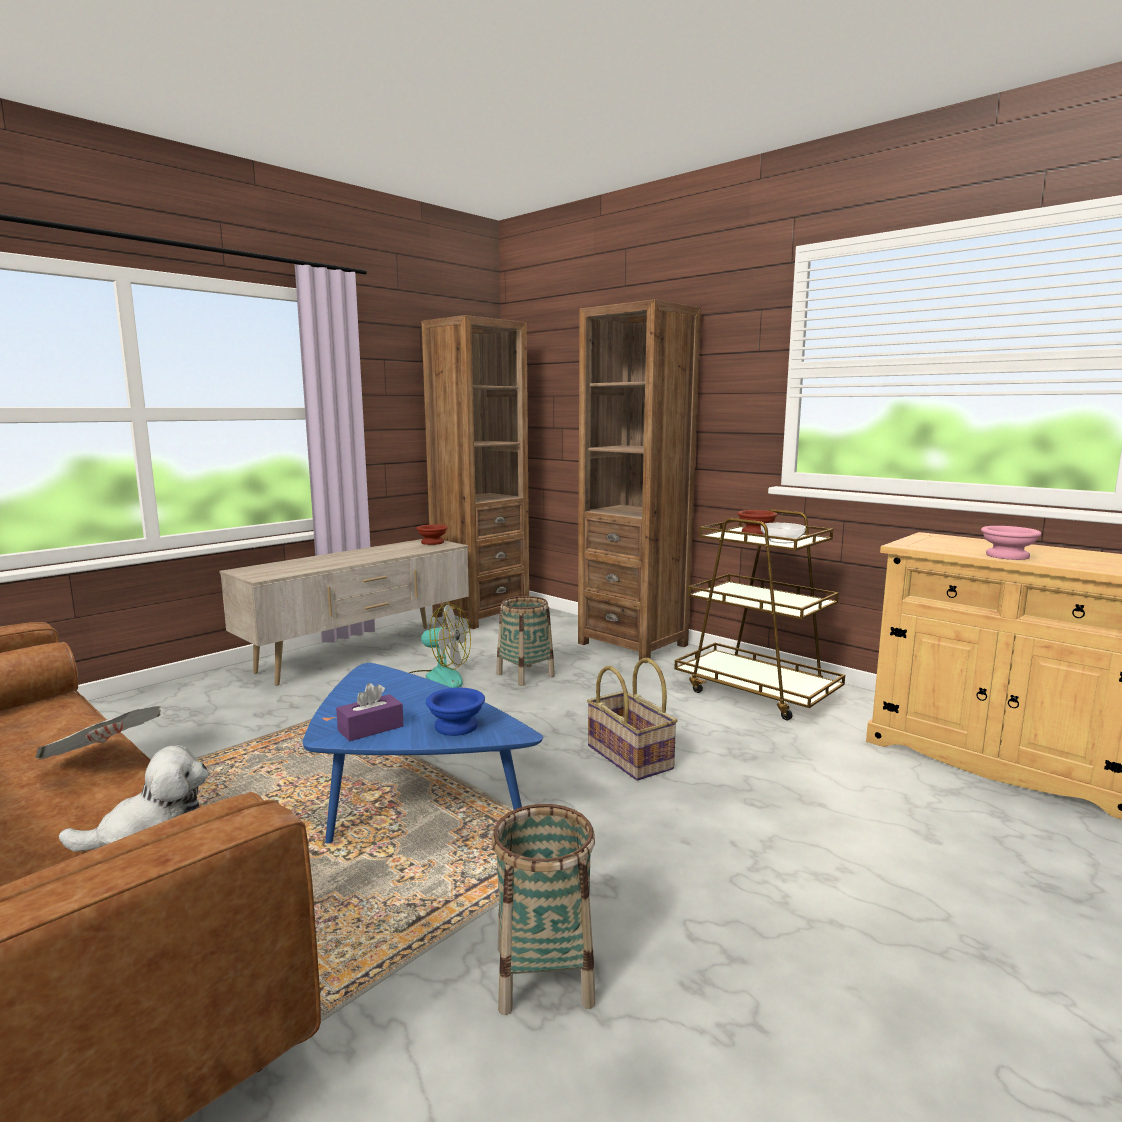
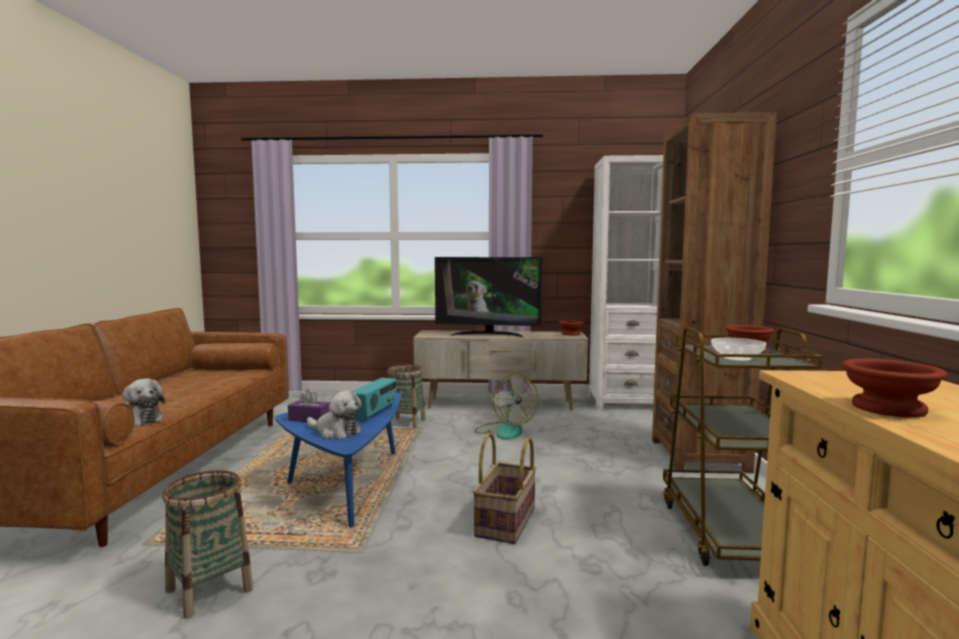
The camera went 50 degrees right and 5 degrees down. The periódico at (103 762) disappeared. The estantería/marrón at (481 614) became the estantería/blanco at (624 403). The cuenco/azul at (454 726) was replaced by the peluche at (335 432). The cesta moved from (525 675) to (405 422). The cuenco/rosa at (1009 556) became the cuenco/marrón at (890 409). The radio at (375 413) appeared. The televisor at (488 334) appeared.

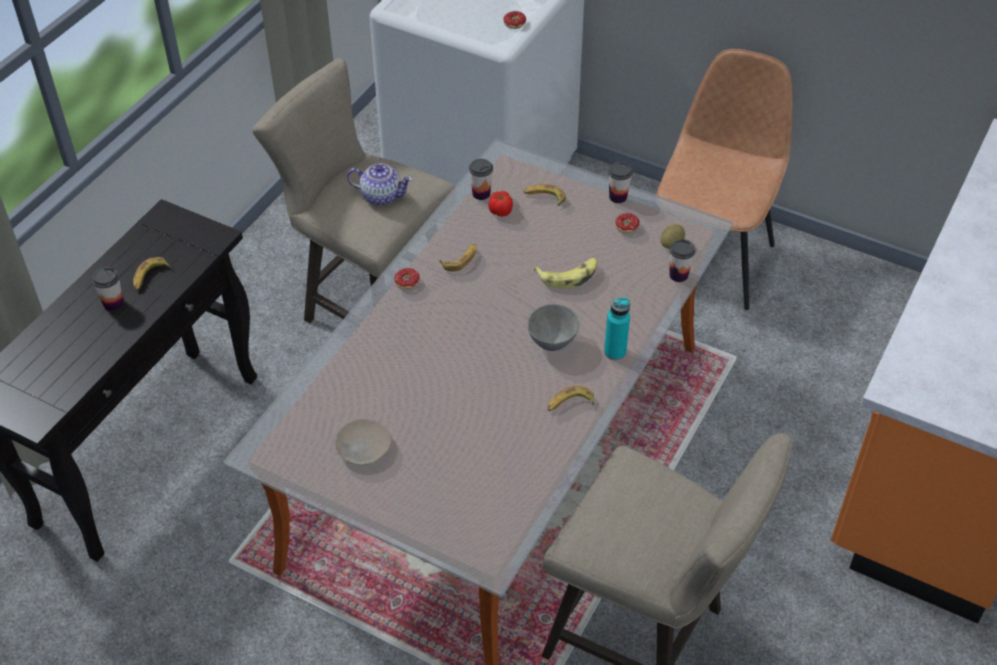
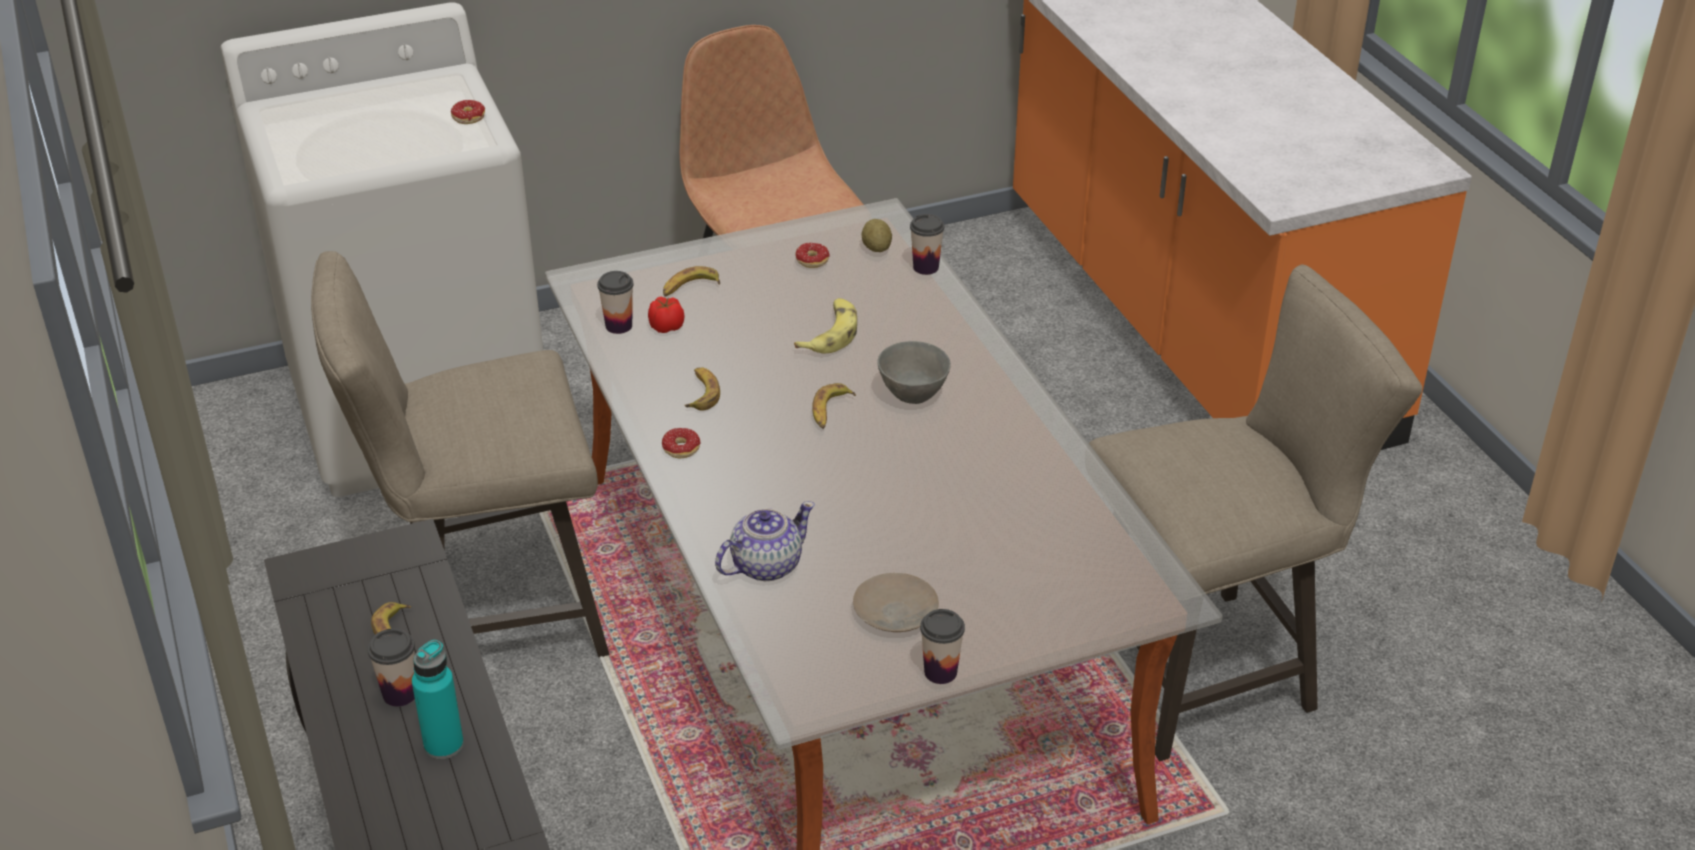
The camera went 50 degrees left and 10 degrees down. The tetera moved from (381 196) to (765 565). The plátano moved from (569 404) to (830 411). The botella/turquesa moved from (615 352) to (444 745). The taza moved from (618 197) to (940 672).

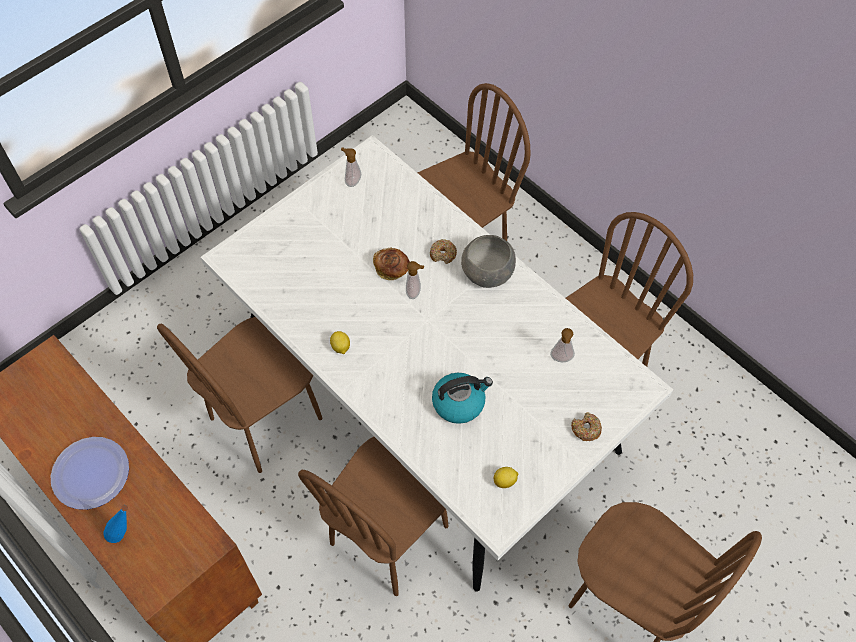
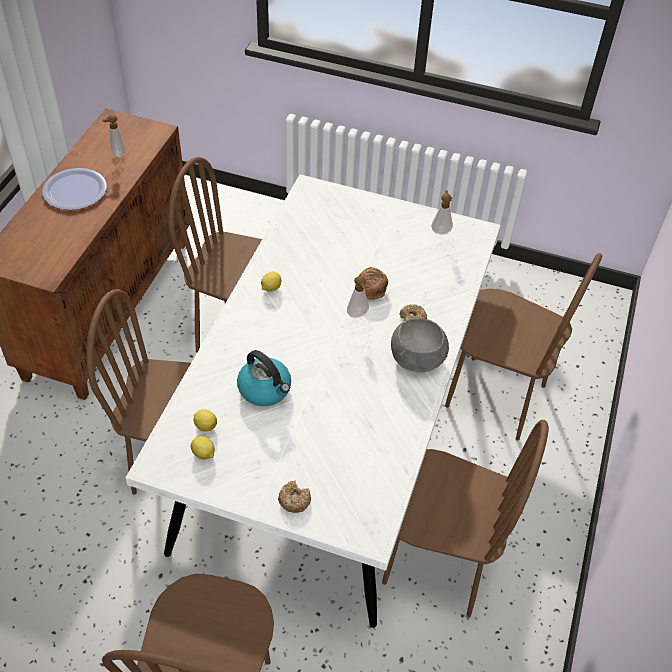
The camera went 60 degrees right and 10 degrees down. The botella/azul at (126 535) disappeared. The dispensador de jabón moved from (561 360) to (117 154). The limón at (205 425) appeared.

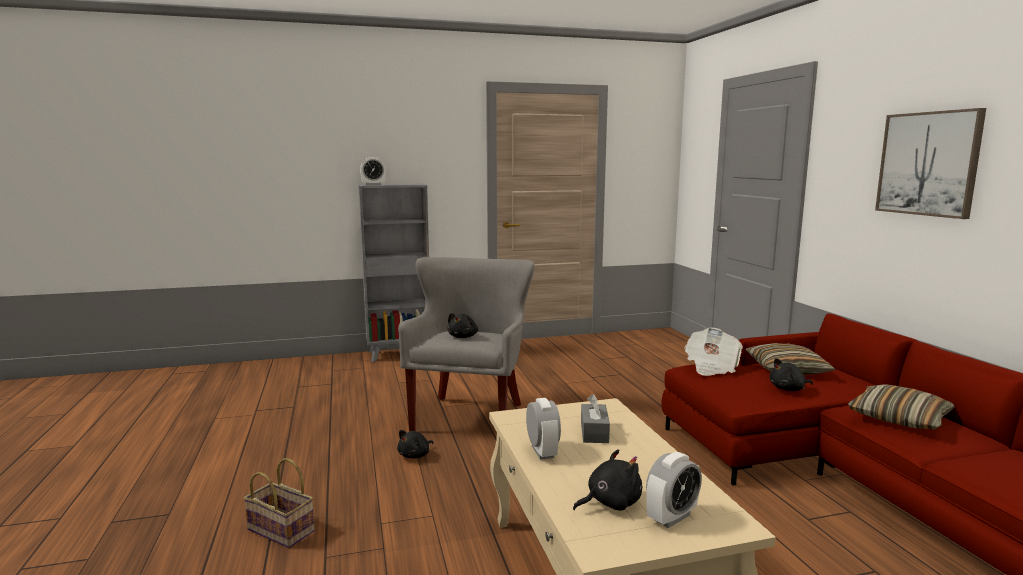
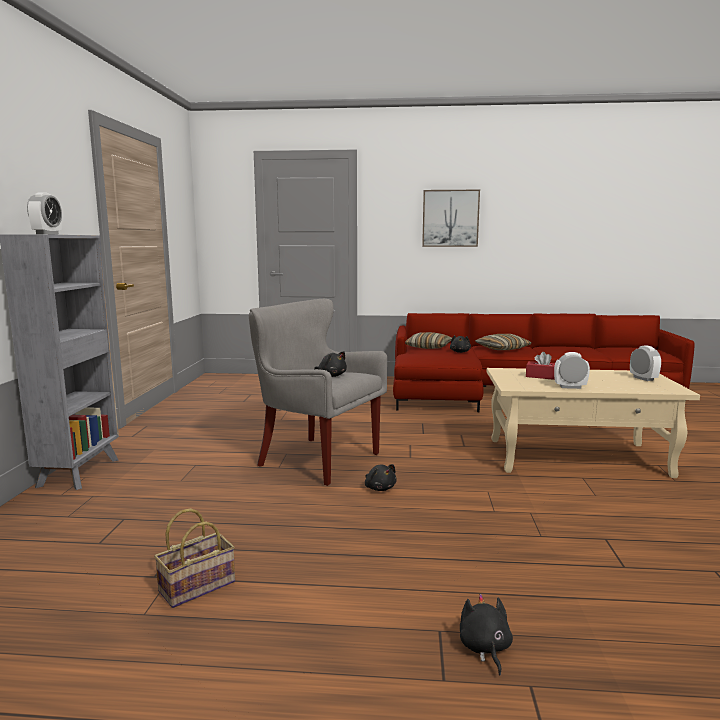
The camera went 70 degrees left and 0 degrees up. The cesta moved from (283 530) to (198 585). The peluche/negro moved from (610 503) to (485 648). The caja de pañuelos/gris at (594 432) became the caja de pañuelos/rojo at (542 376). The periódico at (711 367) disappeared.

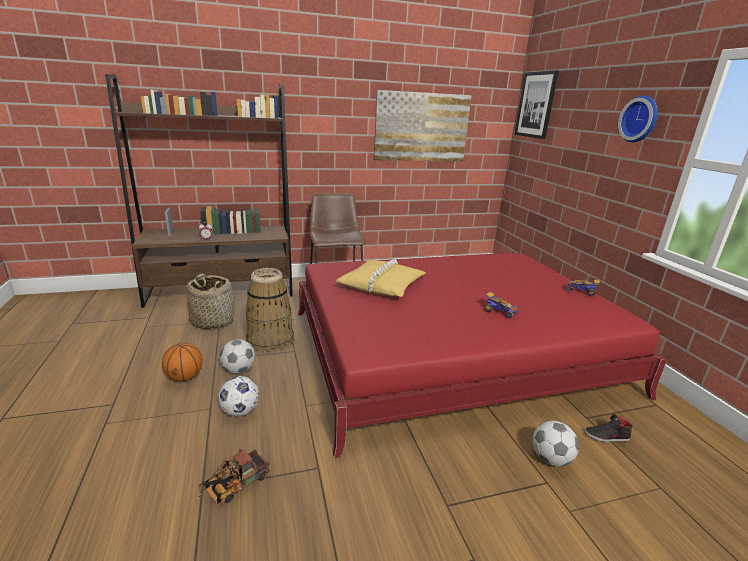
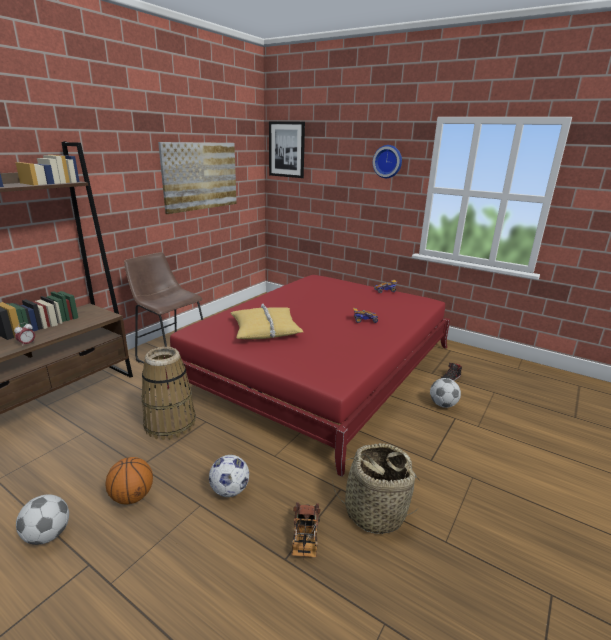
The camera went 40 degrees left and 0 degrees up. The cesta moved from (212 321) to (374 511). The balón de fútbol moved from (238 370) to (47 535).

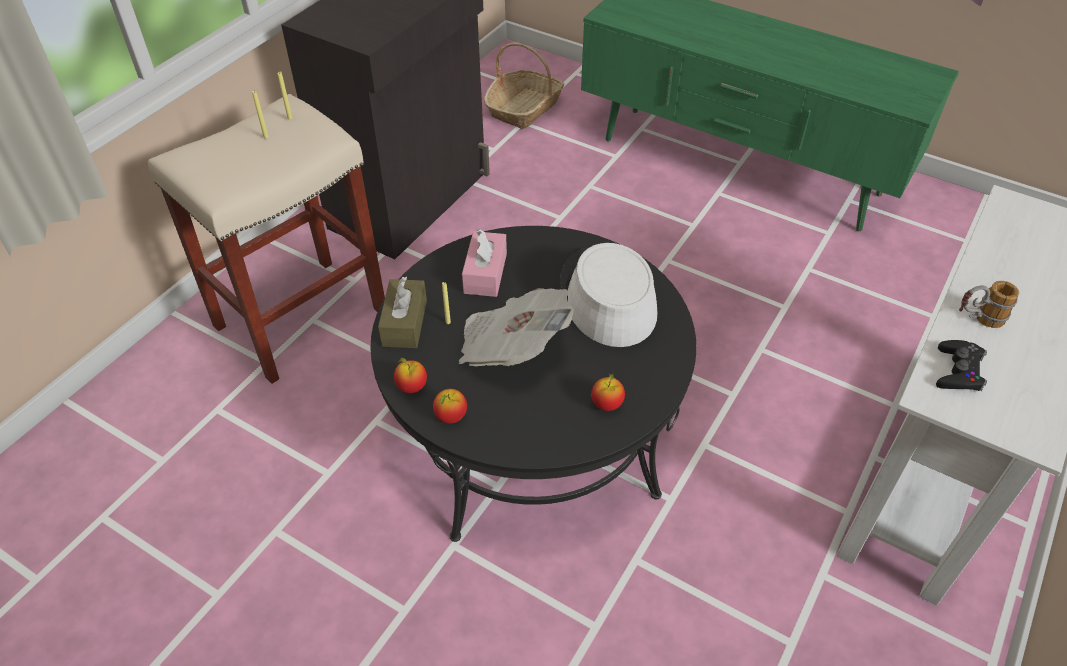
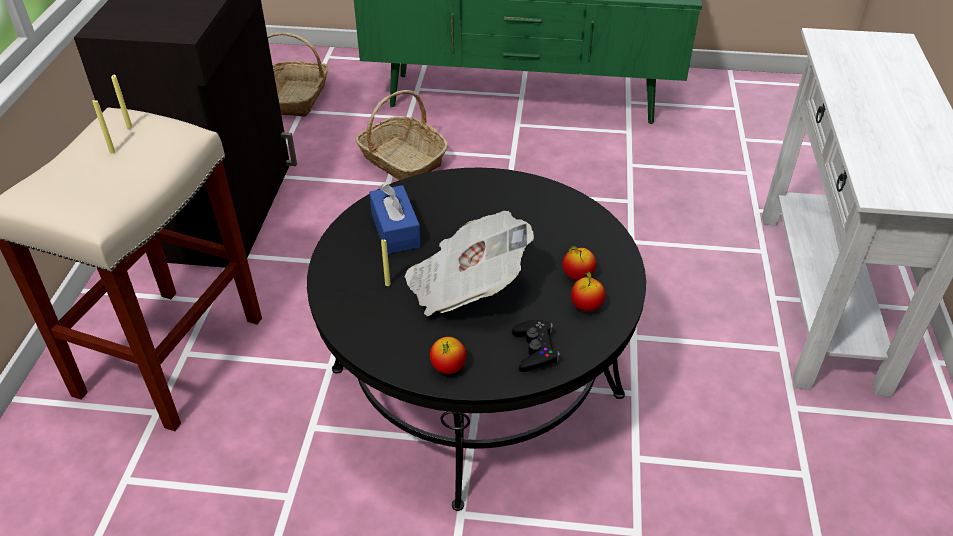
The camera went 25 degrees left and 5 degrees down. The caja de pañuelos/marrón at (404 323) disappeared. The manzana moved from (411 387) to (577 276). The caja de pañuelos/rosa at (485 273) became the caja de pañuelos/azul at (395 230). The sombrero/blanco at (606 298) disappeared. The mando de consola/negro moved from (958 371) to (535 350). The taza grande at (977 320) disappeared. The cesta at (401 160) appeared.

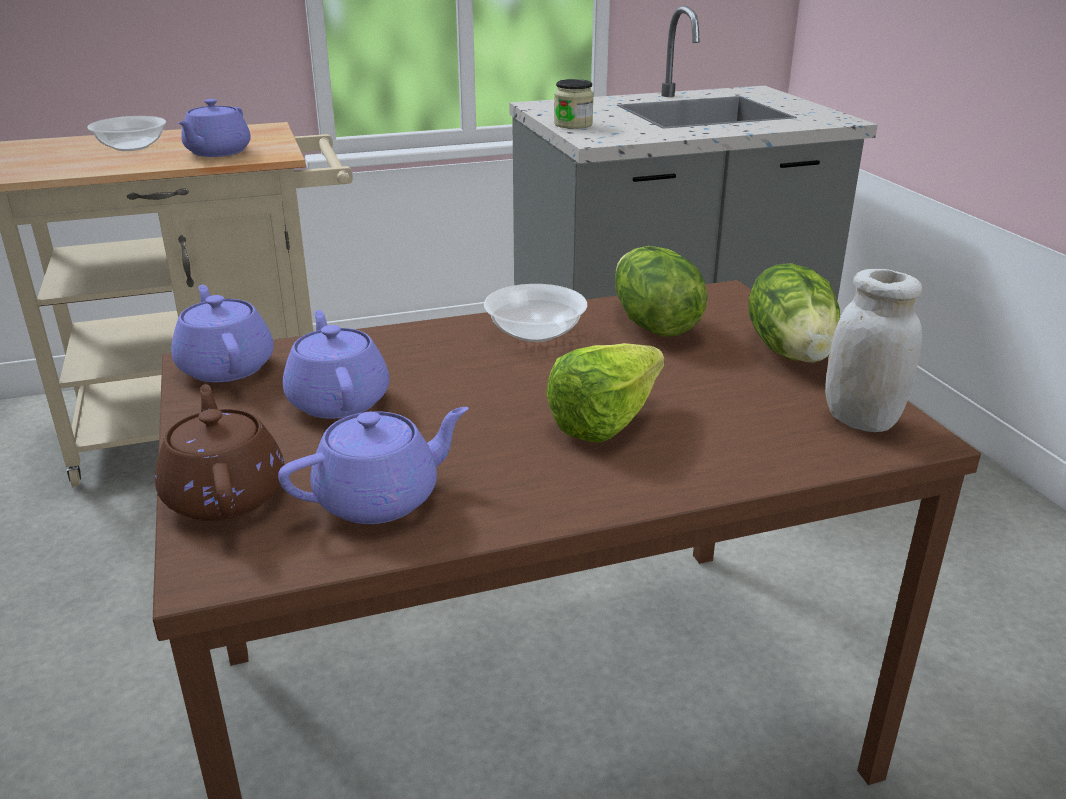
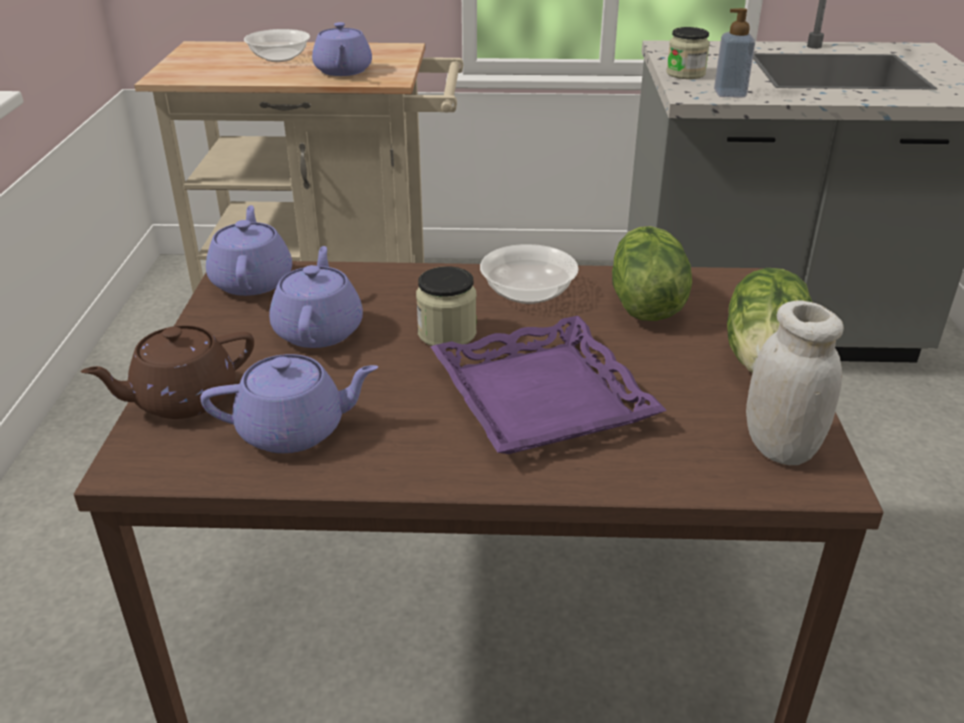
The camera went 20 degrees right and 5 degrees up. The tetera/marrón at (225 494) turned 120 degrees counterclockwise. The tetera/morado at (217 152) turned 45 degrees counterclockwise. The lechuga at (615 419) was replaced by the bandeja/morado at (539 397). The tarro at (447 333) appeared. The dispensador de jabón at (730 93) appeared.

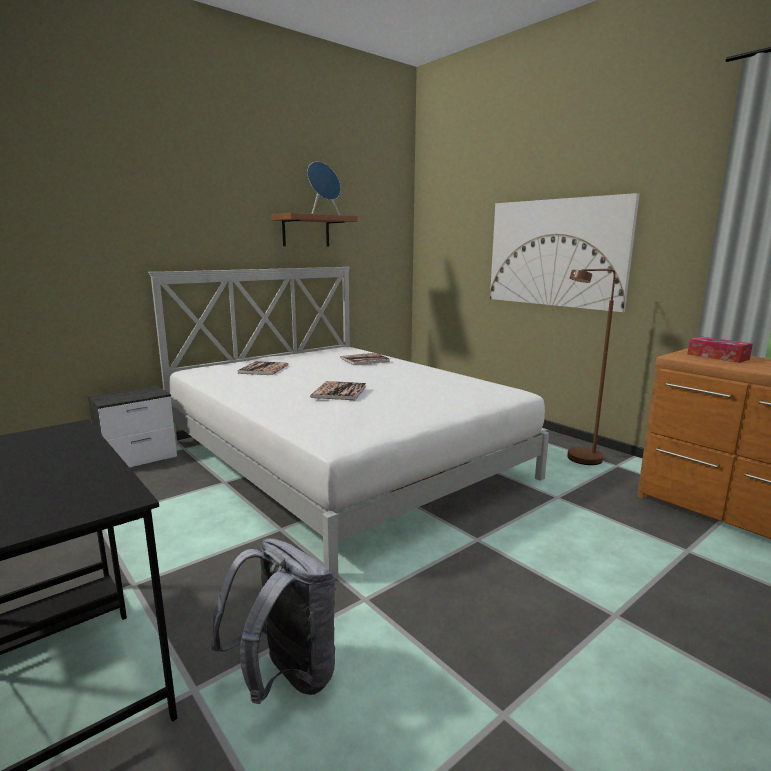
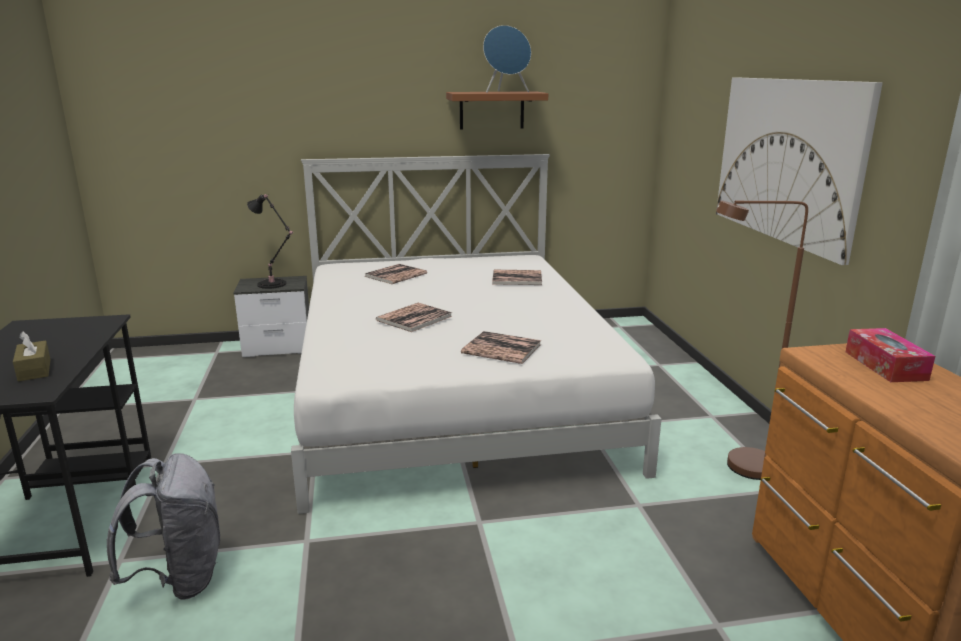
The camera went 30 degrees right and 5 degrees up. The caja de pañuelos/marrón at (34 370) appeared. The lámpara de mesa/negro at (273 284) appeared. The libro at (501 349) appeared.

